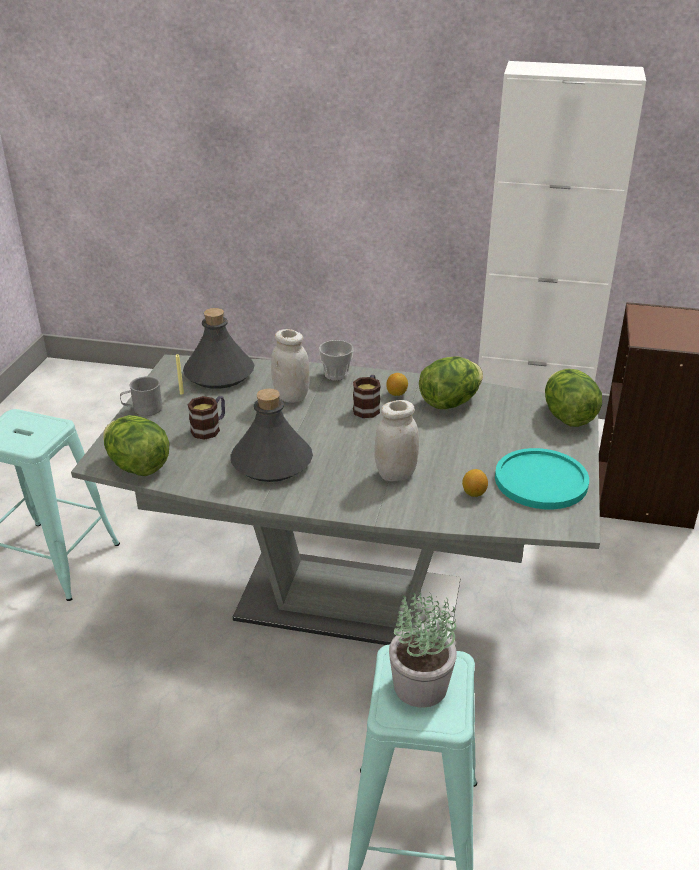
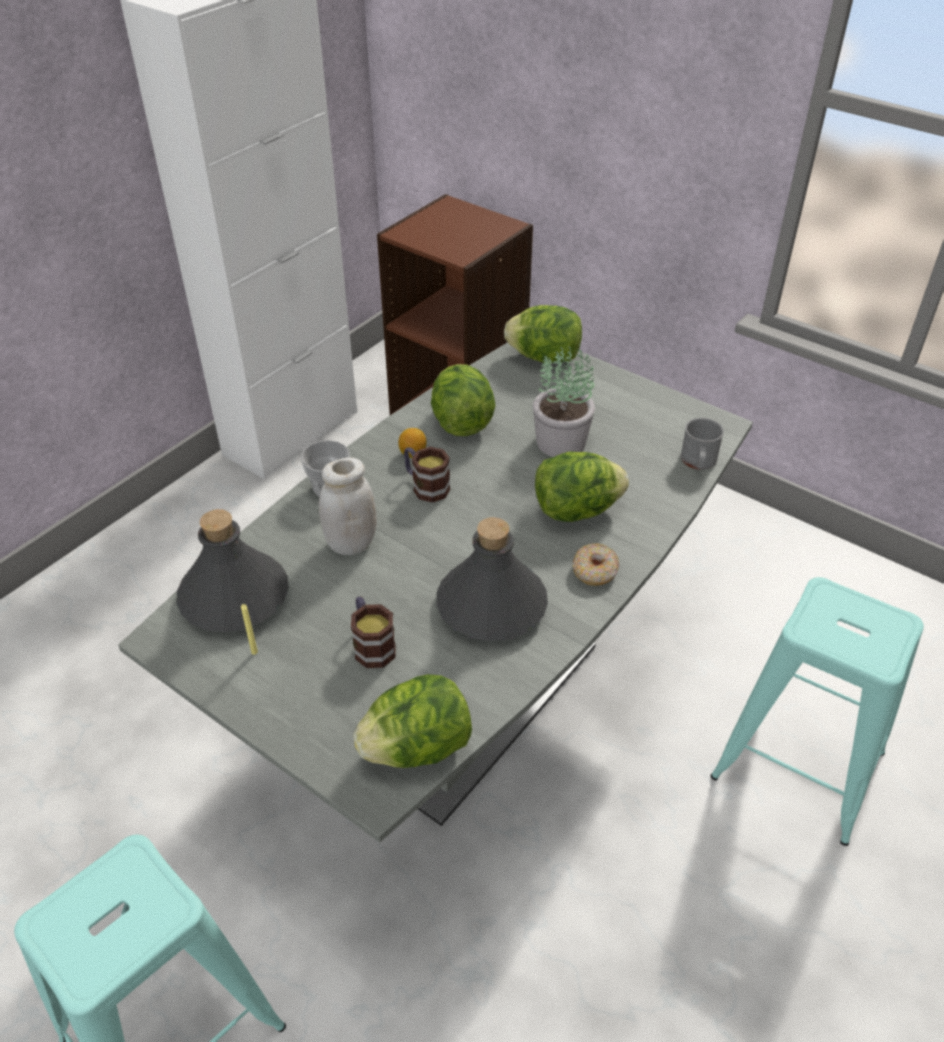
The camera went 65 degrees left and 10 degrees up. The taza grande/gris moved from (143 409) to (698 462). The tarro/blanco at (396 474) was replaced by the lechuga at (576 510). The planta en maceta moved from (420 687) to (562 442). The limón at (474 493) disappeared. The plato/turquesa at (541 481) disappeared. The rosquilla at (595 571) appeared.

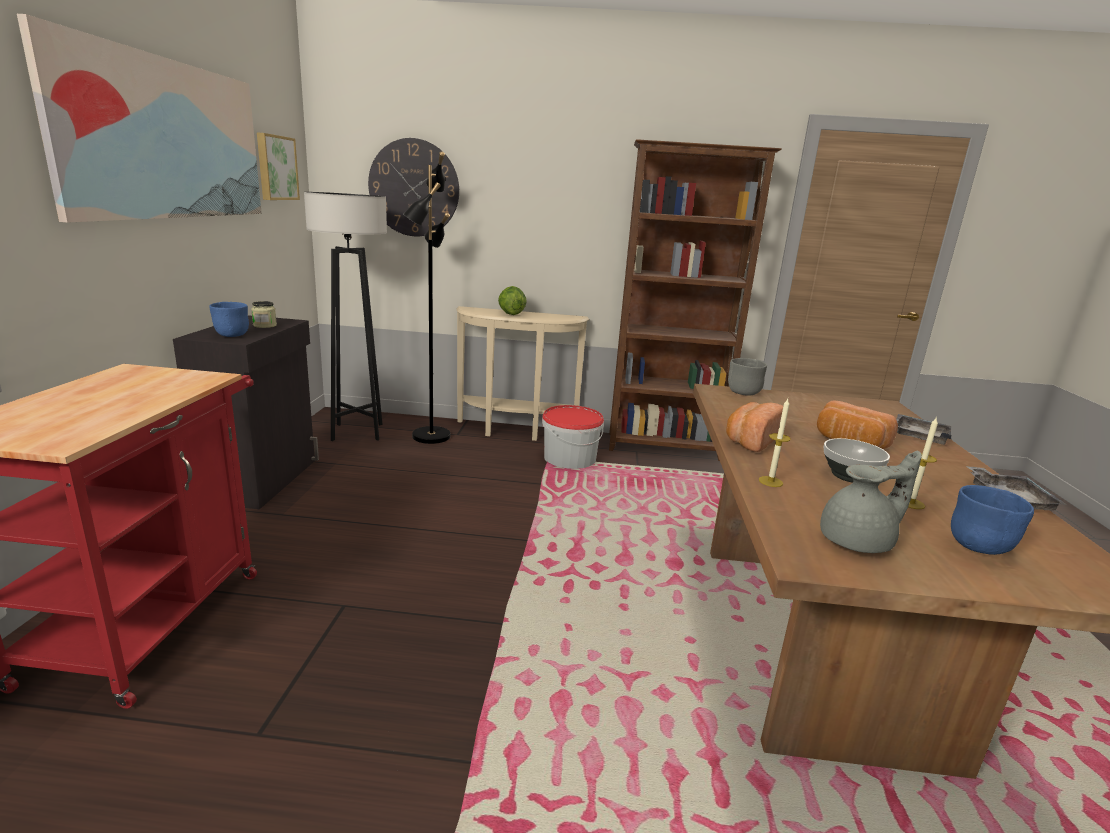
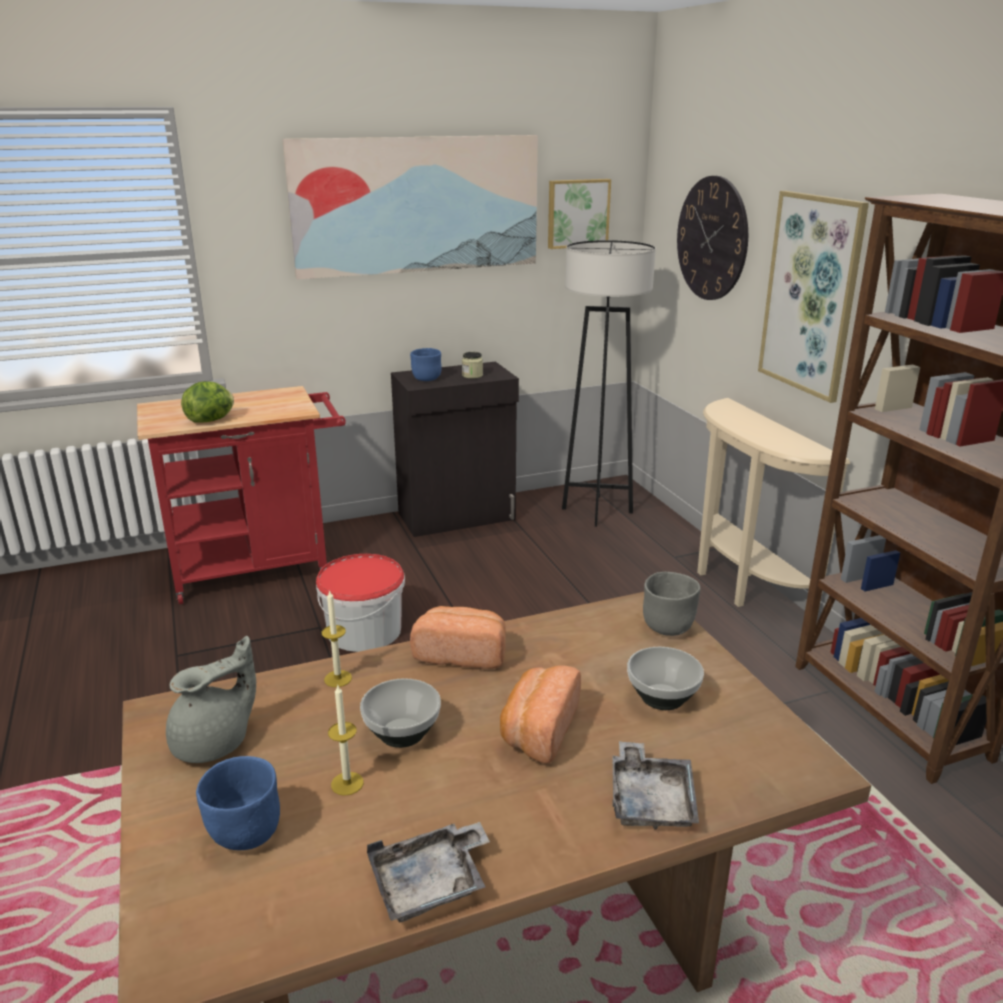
The camera went 65 degrees right and 5 degrees up. The lámpara de pie/negro at (430 436) disappeared. The lechuga moved from (510 314) to (211 420). The cubo moved from (569 458) to (364 630). The tetera/gris at (859 542) turned 90 degrees counterclockwise. The cuenco at (663 698) appeared. The cuadro at (811 295) appeared.

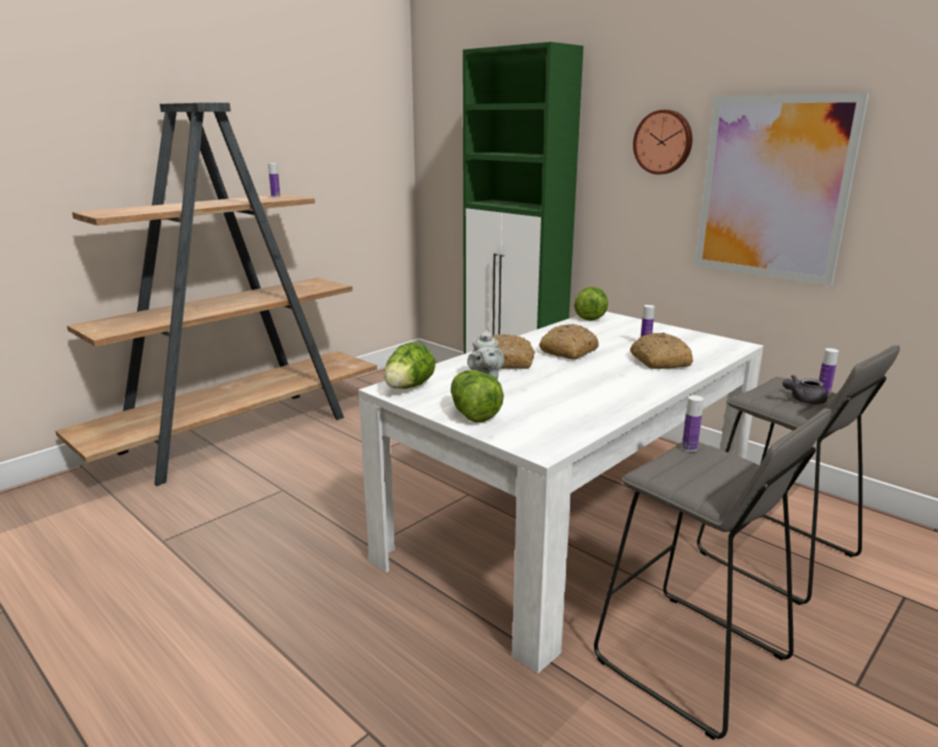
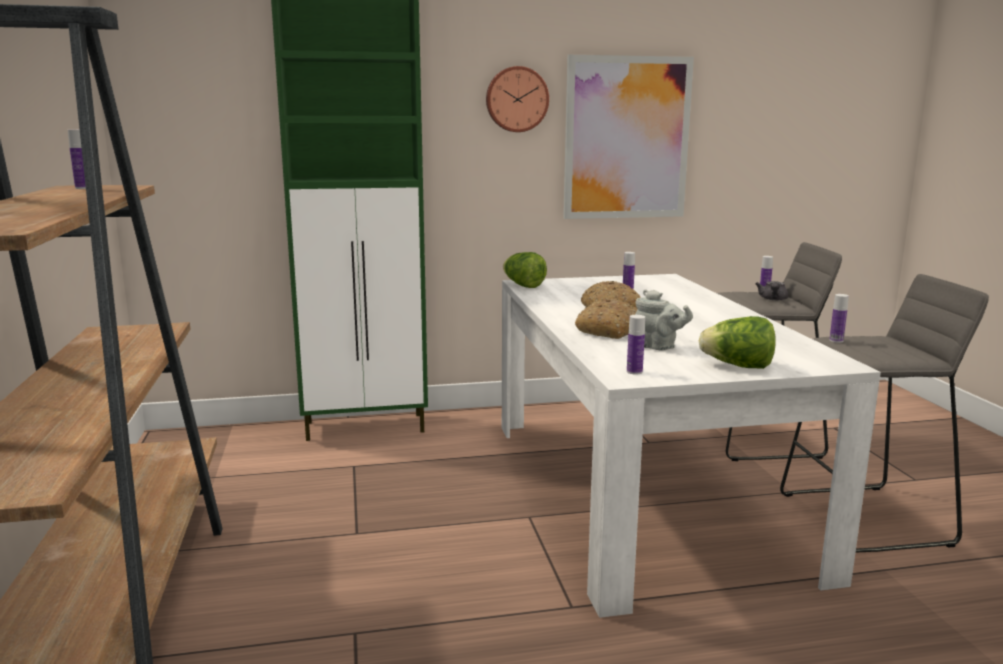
The camera went 55 degrees left and 5 degrees down. The lechuga at (408 388) was replaced by the botella at (634 372). The pan at (659 361) disappeared.

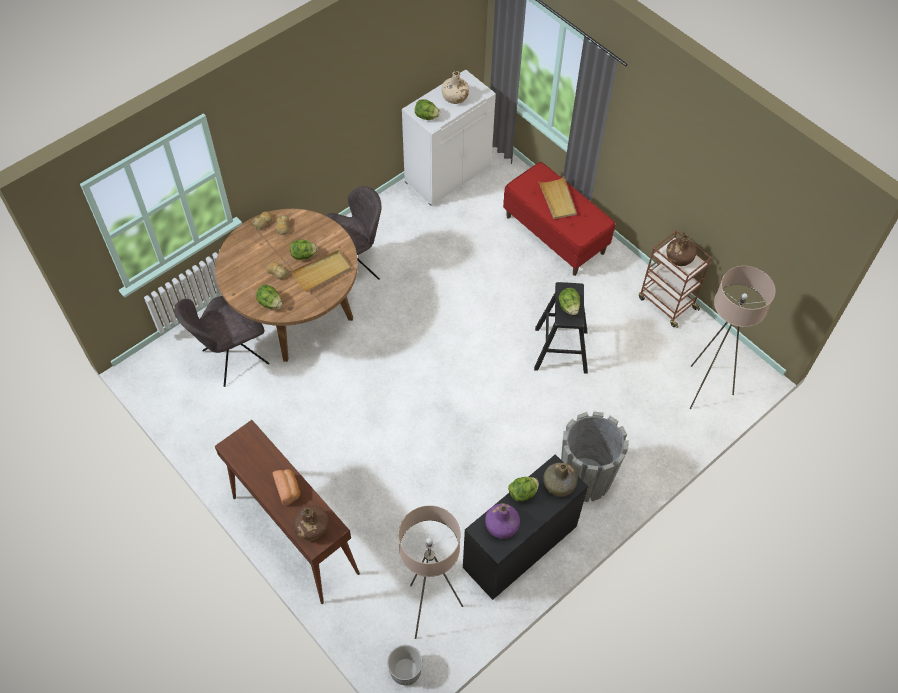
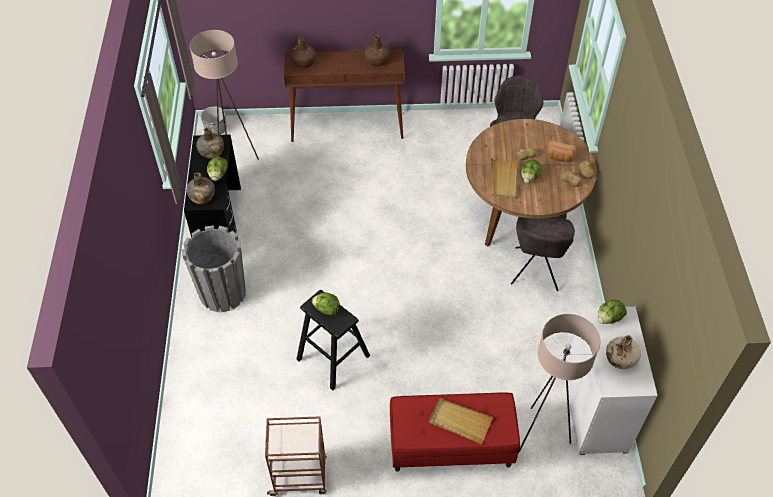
The camera went 130 degrees right and 5 degrees down. The lechuga at (270 303) disappeared. The pan moved from (288 489) to (559 157). The botella/morado at (502 525) became the botella/verde at (211 152). The botella/marrón moved from (679 257) to (377 60). The lámpara de pie/beis moved from (704 389) to (540 434).

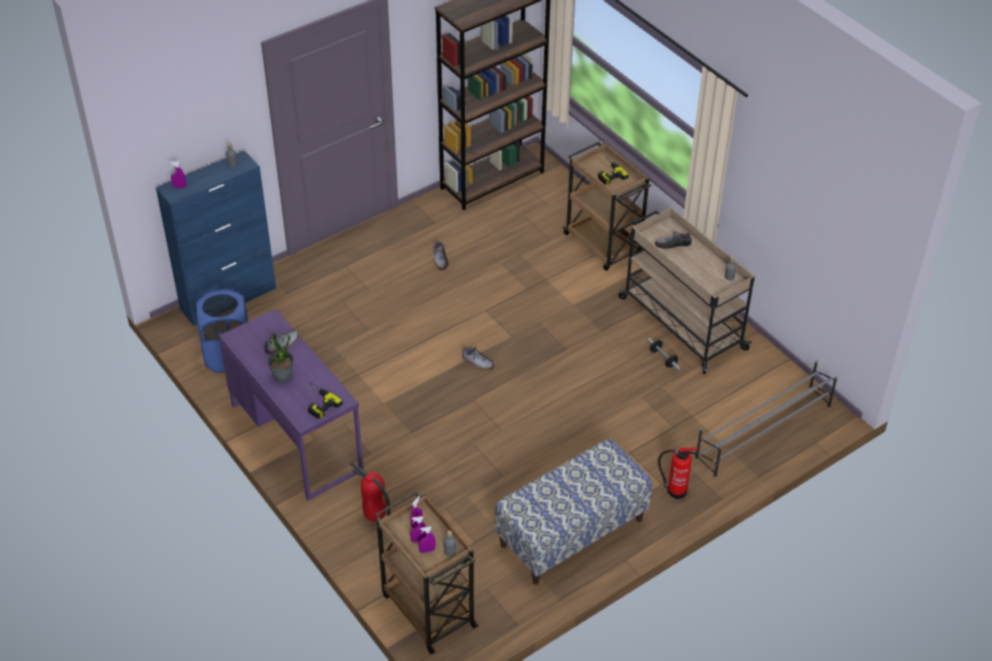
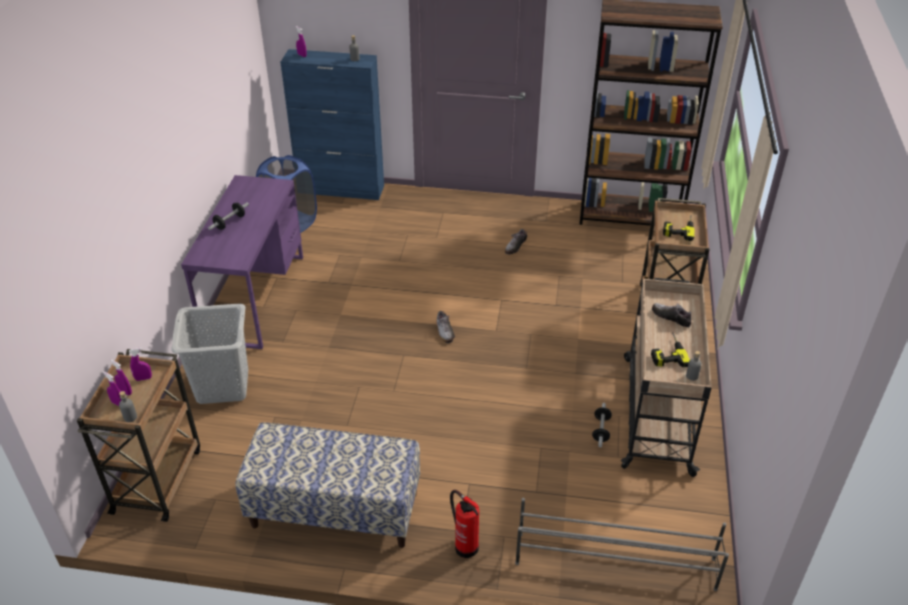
The camera went 45 degrees right and 5 degrees down. The zapato at (282 344) disappeared. The planta en maceta at (282 376) was replaced by the mancuerna at (230 222). The taladro moved from (317 403) to (667 352). The extintor at (374 517) was replaced by the cesto de la ropa/gris at (222 385).

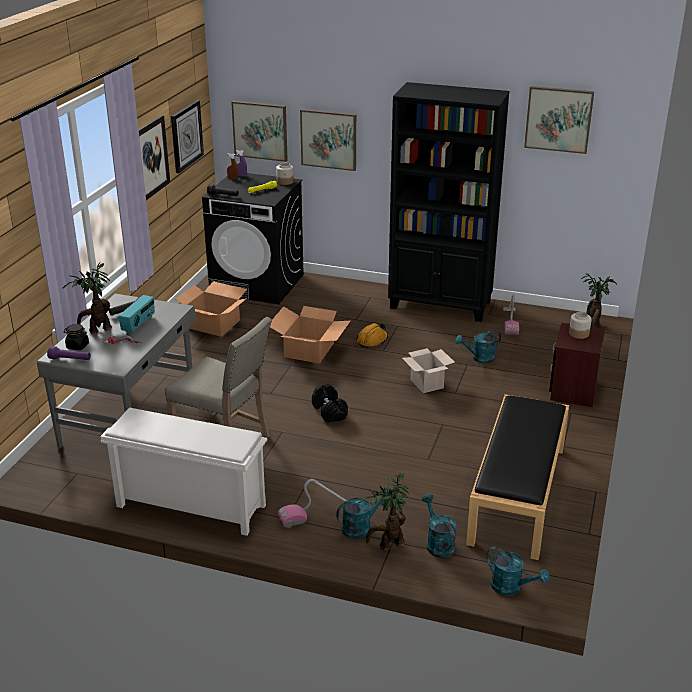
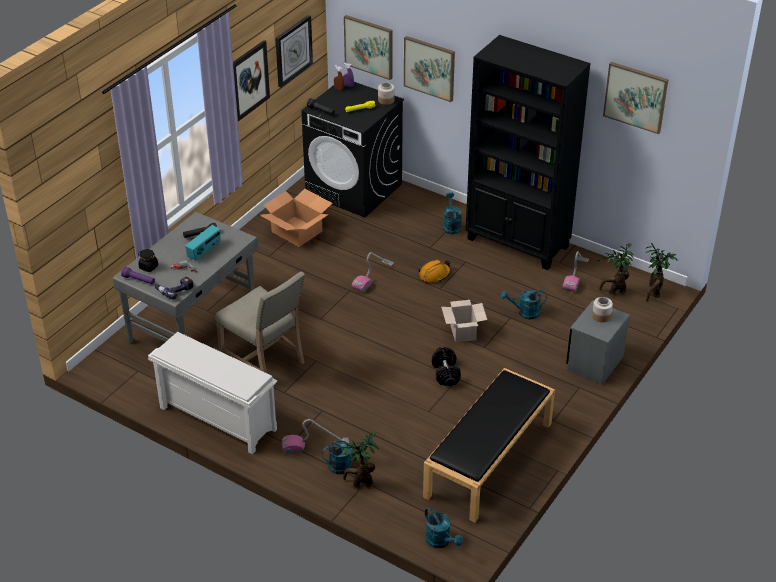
The camera went 15 degrees right and 10 degrees up. The planta en maceta moved from (97 330) to (614 292). The caja de cartón at (310 350) was replaced by the aspiradora at (373 276). The mancuerna/negro moved from (329 412) to (445 373). The regadera/turquesa moved from (438 543) to (451 225). The mesita de noche/marrón at (573 390) became the mesita de noche/gris at (594 363). The taladro at (175 290) appeared.

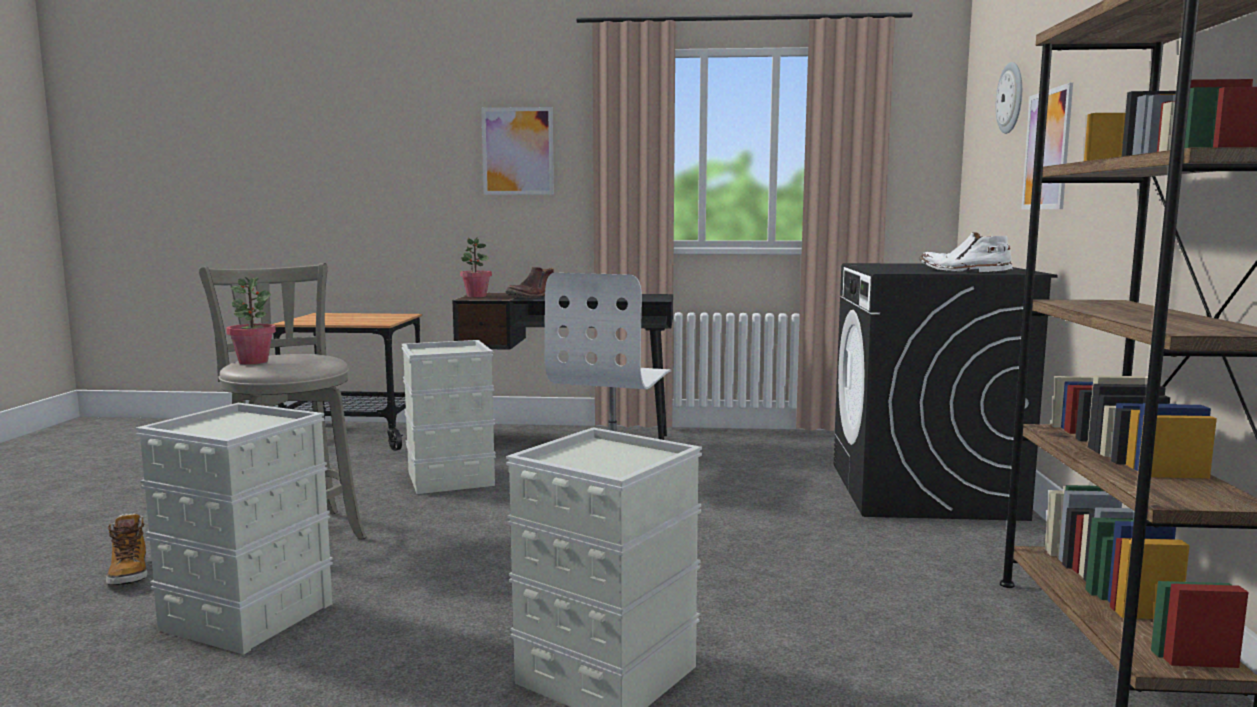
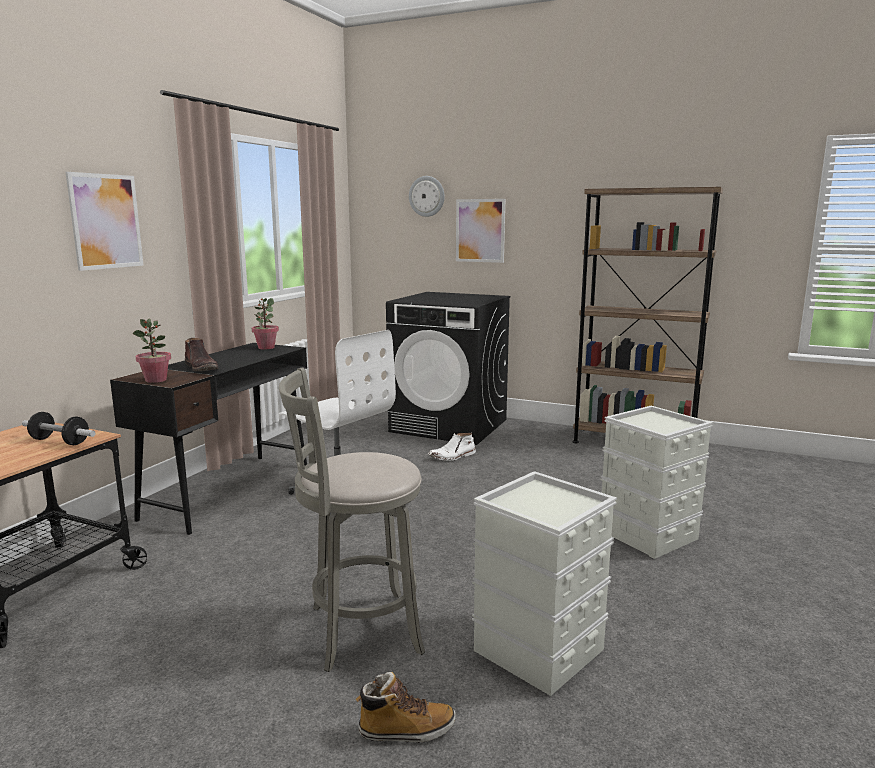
The camera went 70 degrees left and 5 degrees up. The planta en maceta moved from (253 362) to (266 347). The caja de almacenaje/gris at (449 478) disappeared. The bota/blanco moved from (963 271) to (452 456). The mancuerna at (60 441) appeared.

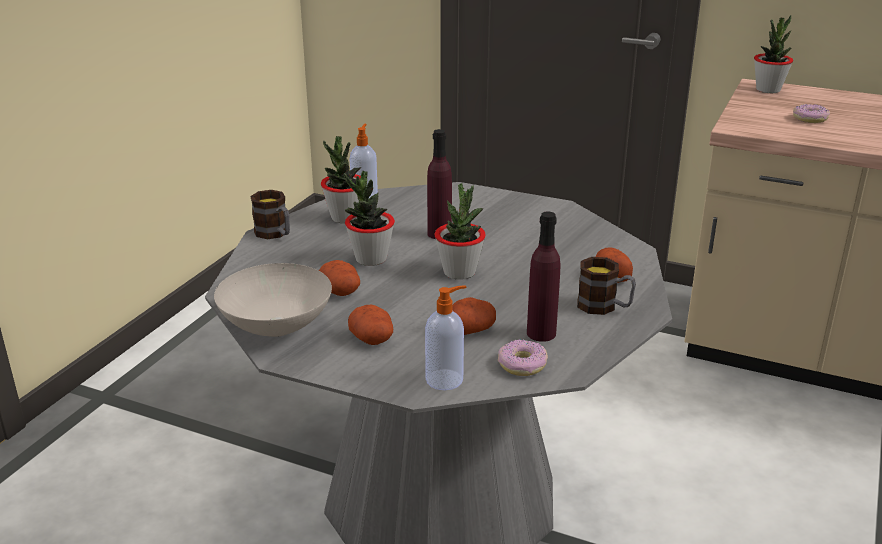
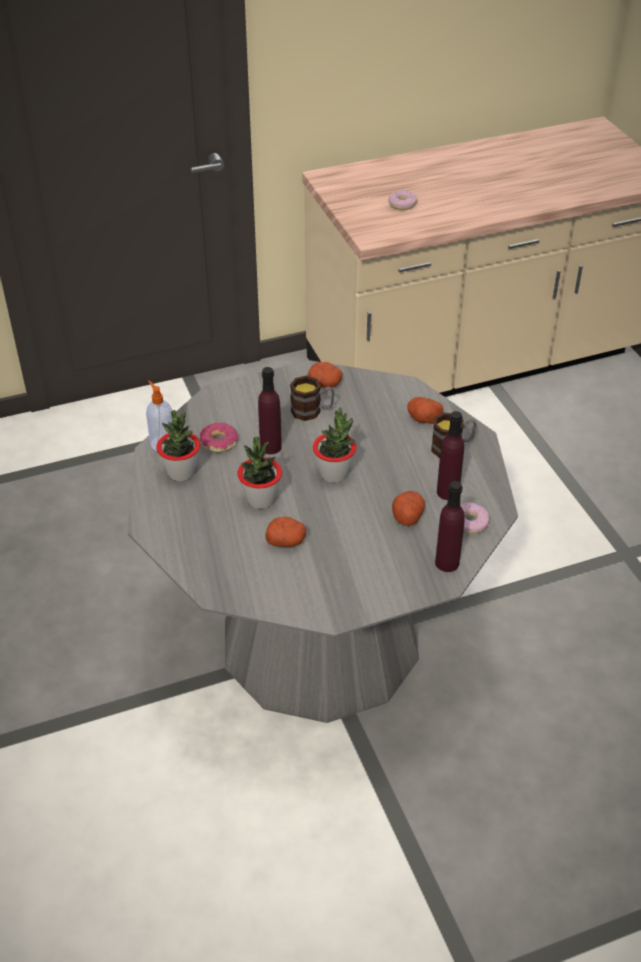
The camera went 45 degrees left and 15 degrees up. The cuenco/blanco at (278 327) disappeared. The taza grande moved from (275 234) to (312 411). The patata moved from (373 339) to (325 384). The dispensador de jabón at (446 379) was replaced by the botella/morado at (447 563). The planta en maceta at (768 90) disappeared. The rosquilla at (219 442) appeared.

